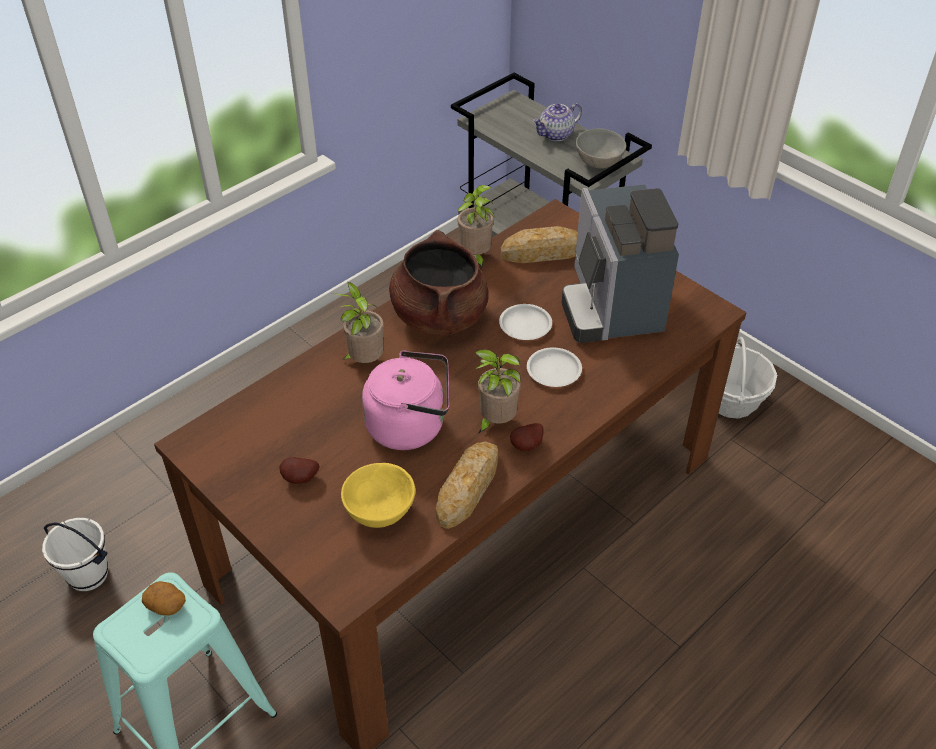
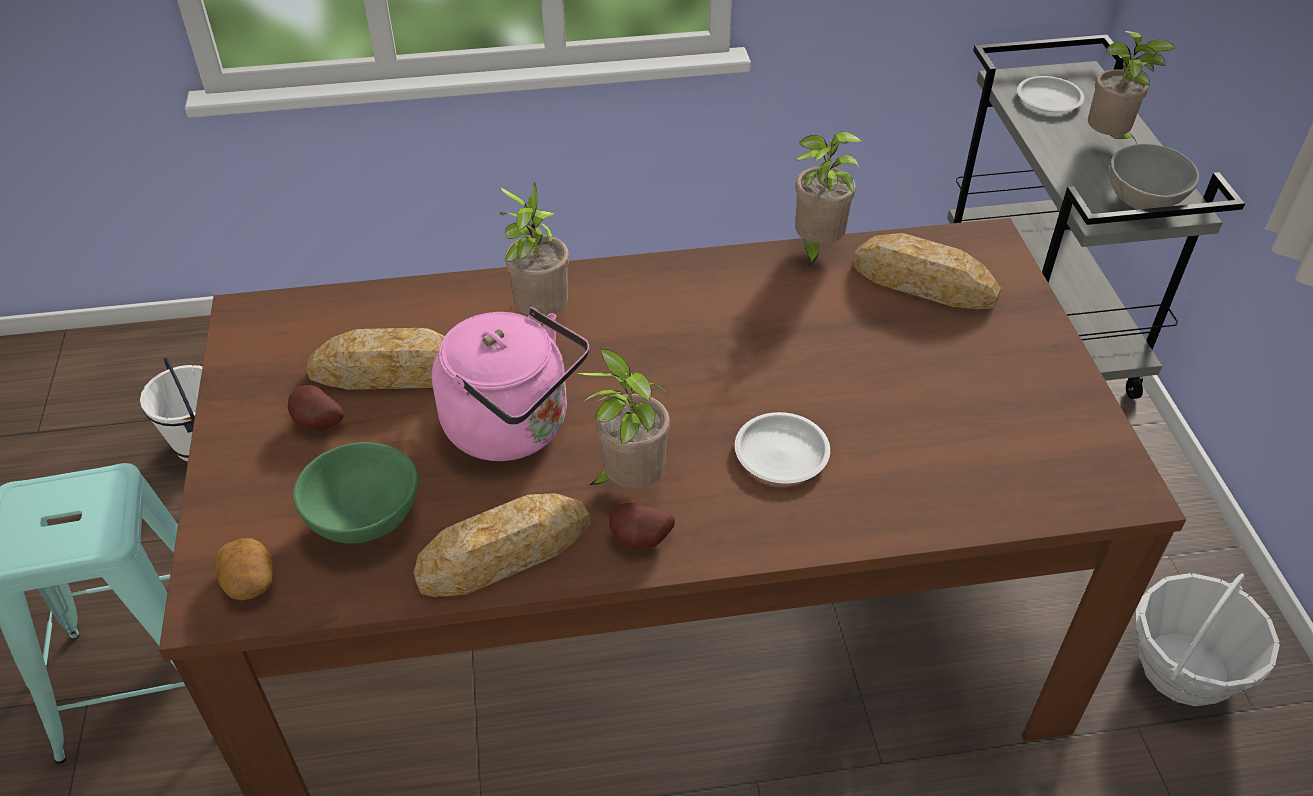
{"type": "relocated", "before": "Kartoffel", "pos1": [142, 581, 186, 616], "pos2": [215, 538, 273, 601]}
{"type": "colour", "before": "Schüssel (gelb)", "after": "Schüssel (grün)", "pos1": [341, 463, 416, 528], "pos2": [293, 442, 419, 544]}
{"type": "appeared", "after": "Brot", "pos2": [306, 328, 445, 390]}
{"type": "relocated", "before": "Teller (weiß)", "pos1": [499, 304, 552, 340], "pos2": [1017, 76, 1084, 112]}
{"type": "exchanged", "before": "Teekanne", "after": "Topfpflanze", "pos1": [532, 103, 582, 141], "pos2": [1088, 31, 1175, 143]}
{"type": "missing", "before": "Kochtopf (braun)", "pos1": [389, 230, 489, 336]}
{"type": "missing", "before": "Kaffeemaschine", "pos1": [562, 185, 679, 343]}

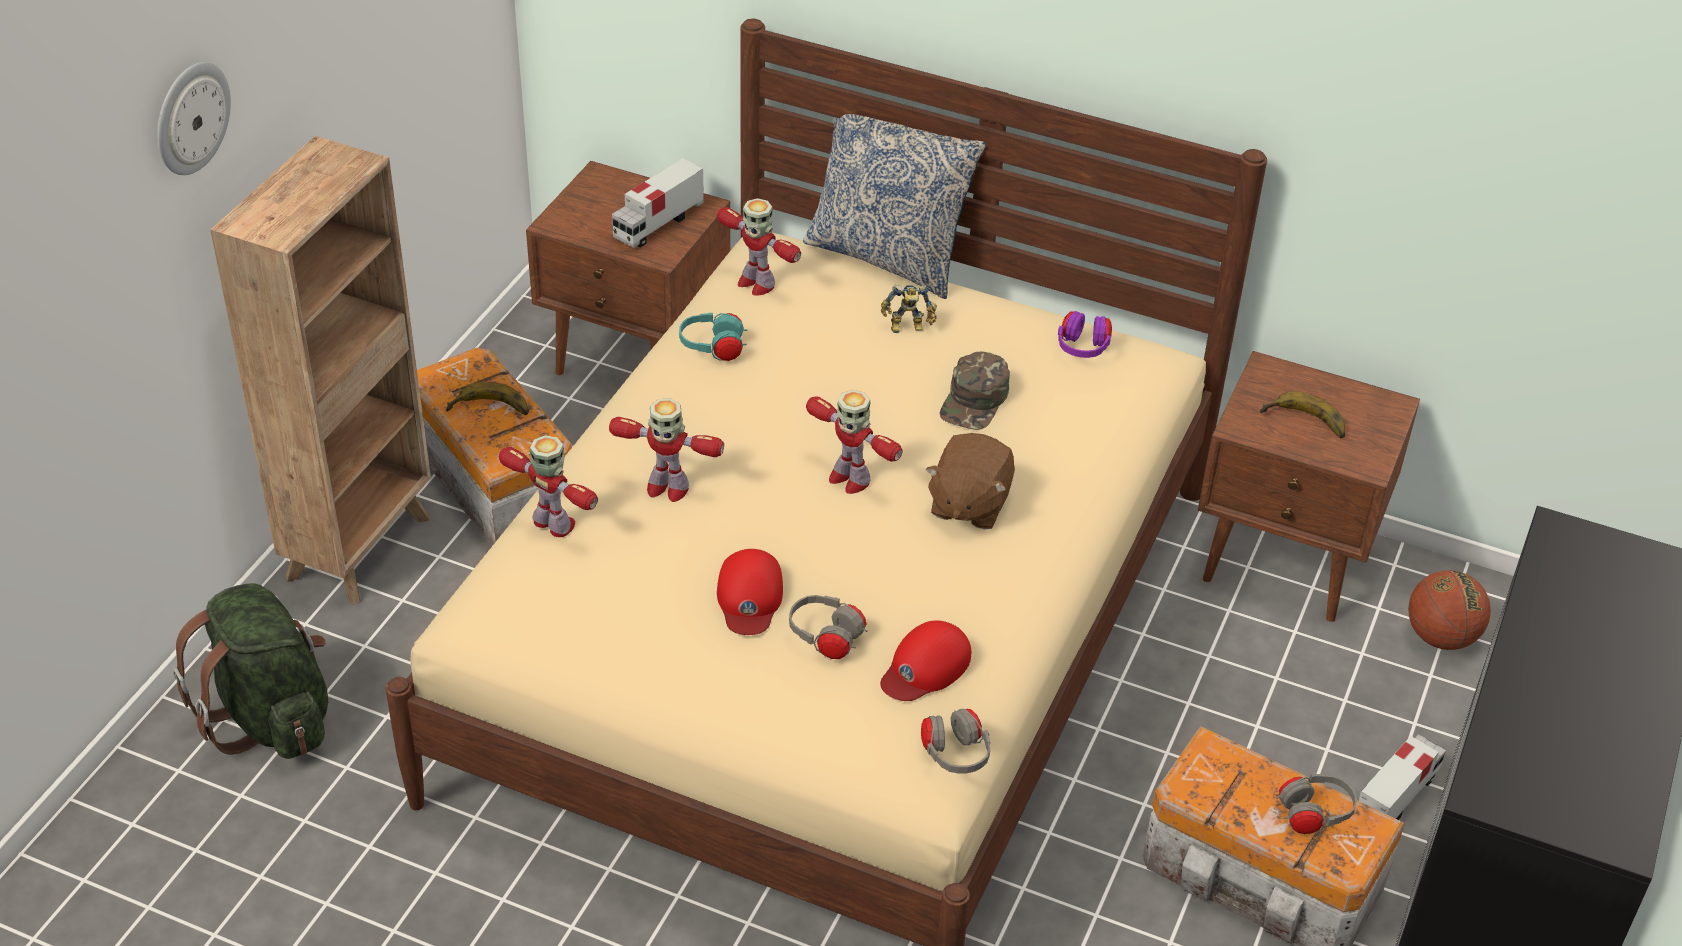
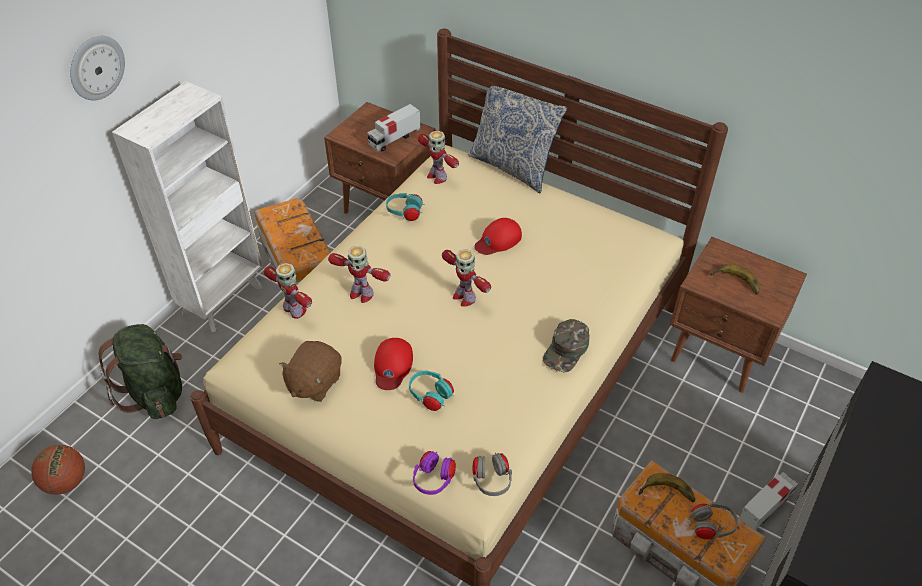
{"type": "relocated", "before": "Basketball", "pos1": [1408, 570, 1491, 650], "pos2": [31, 445, 85, 495]}
{"type": "colour", "before": "Bücherregal (braun)", "after": "Bücherregal (weiß)", "pos1": [210, 136, 431, 605], "pos2": [112, 82, 263, 332]}
{"type": "relocated", "before": "Plüschtier (braun)", "pos1": [925, 433, 1015, 529], "pos2": [279, 341, 342, 402]}
{"type": "colour", "before": "Kopfhörer (grau)", "after": "Kopfhörer (türkis)", "pos1": [789, 595, 868, 659], "pos2": [409, 371, 454, 411]}
{"type": "relocated", "before": "Kopfhörer (lila)", "pos1": [1058, 311, 1112, 358], "pos2": [413, 451, 456, 495]}
{"type": "relocated", "before": "Kappe (rot)", "pos1": [880, 620, 971, 701], "pos2": [474, 218, 522, 255]}
{"type": "relocated", "before": "Kappe (grün)", "pos1": [940, 351, 1010, 430], "pos2": [543, 319, 590, 373]}
{"type": "relocated", "before": "Banane", "pos1": [446, 382, 529, 415], "pos2": [638, 473, 695, 502]}
{"type": "missing", "before": "Spielzeugroboter", "pos1": [881, 285, 937, 333]}

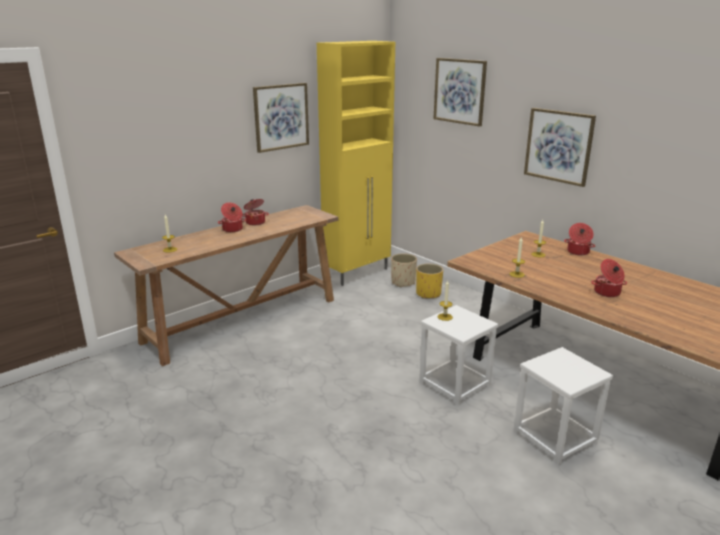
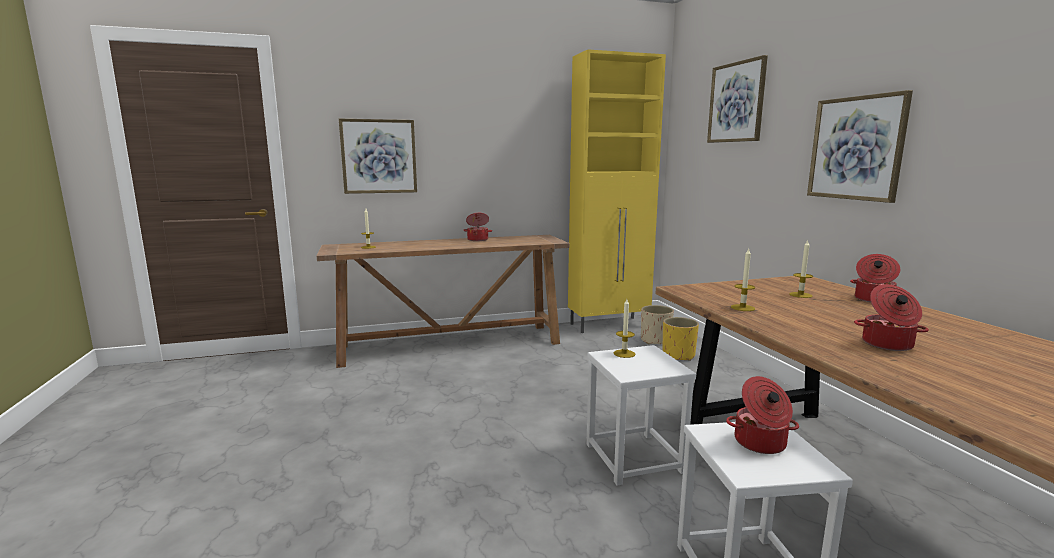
{"type": "relocated", "before": "Bild", "pos1": [253, 83, 309, 153], "pos2": [339, 119, 417, 194]}
{"type": "relocated", "before": "Kochtopf", "pos1": [218, 202, 246, 232], "pos2": [726, 376, 799, 454]}

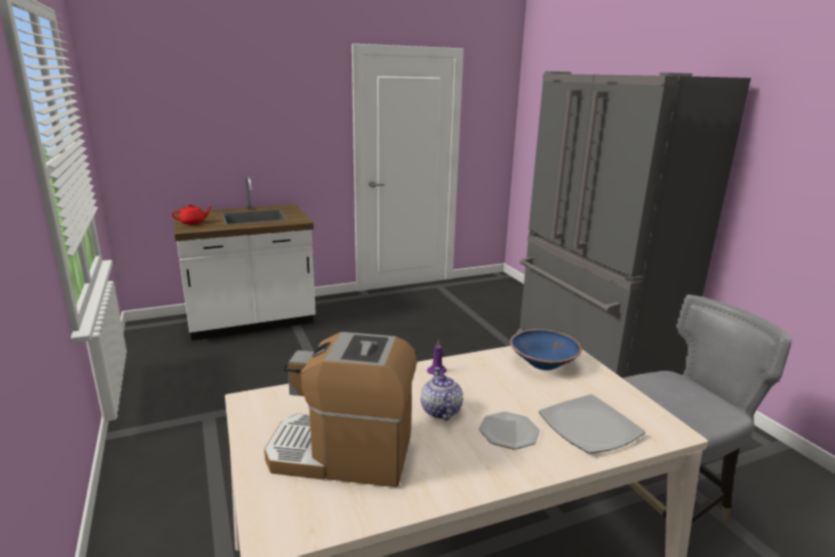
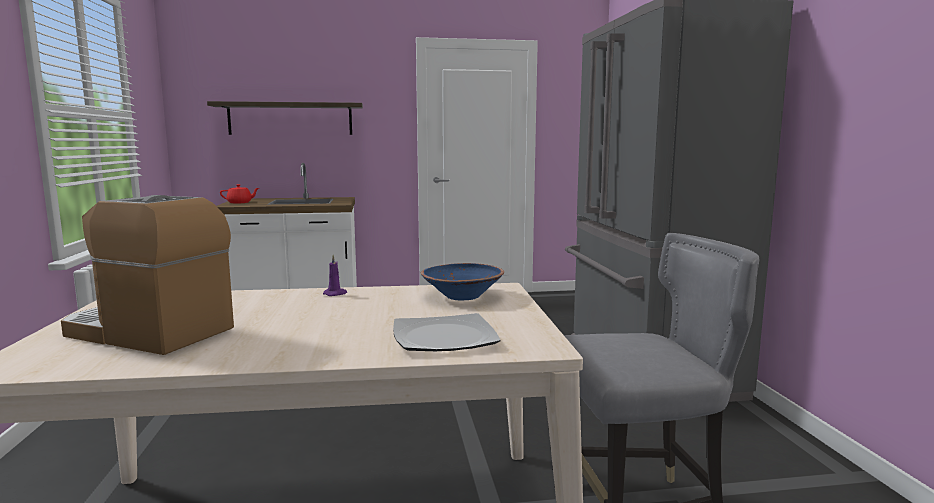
{"type": "appeared", "after": "Wandregal", "pos2": [207, 101, 363, 135]}
{"type": "missing", "before": "Teekanne", "pos1": [421, 367, 463, 421]}
{"type": "missing", "before": "Teller", "pos1": [479, 412, 540, 450]}

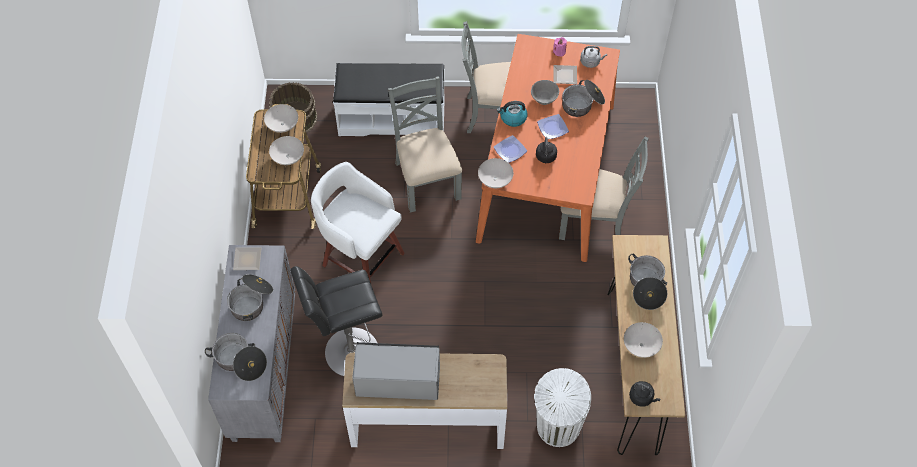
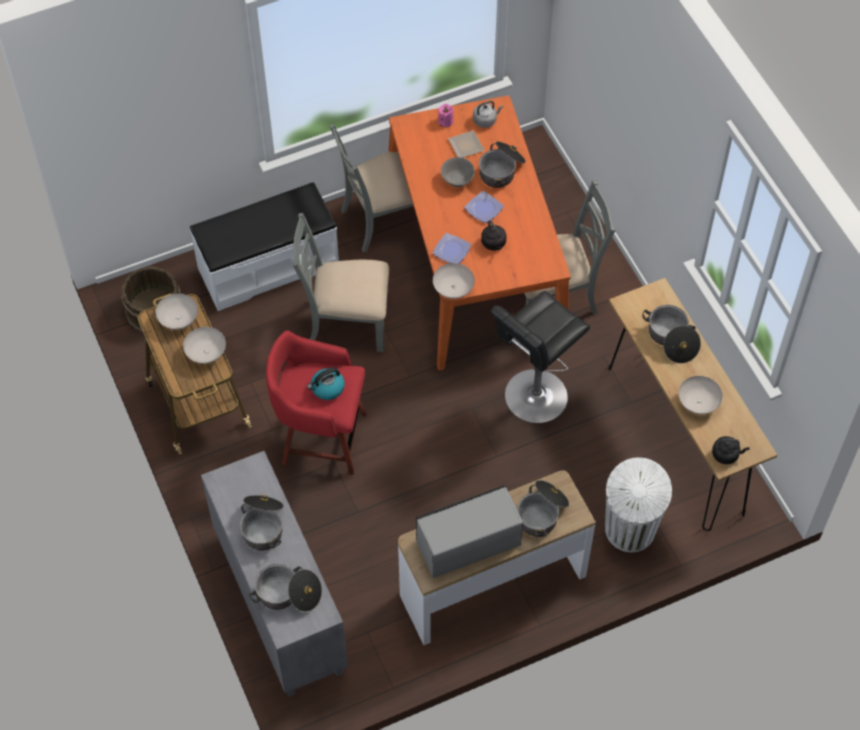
{"type": "colour", "before": "Hocker (weiß)", "after": "Hocker (rot)", "pos1": [311, 162, 405, 283], "pos2": [266, 330, 367, 475]}
{"type": "spun", "before": "Stuhl (grau)", "pos1": [388, 76, 462, 213], "pos2": [293, 213, 389, 352], "turn": -45}
{"type": "relocated", "before": "Wasserkessel", "pos1": [497, 101, 528, 127], "pos2": [307, 367, 345, 400]}
{"type": "relocated", "before": "Hocker (schwarz)", "pos1": [290, 266, 382, 376], "pos2": [490, 291, 590, 423]}
{"type": "appeared", "after": "Kochtopf", "pos2": [517, 480, 569, 537]}
{"type": "missing", "before": "Teller", "pos1": [233, 247, 261, 270]}

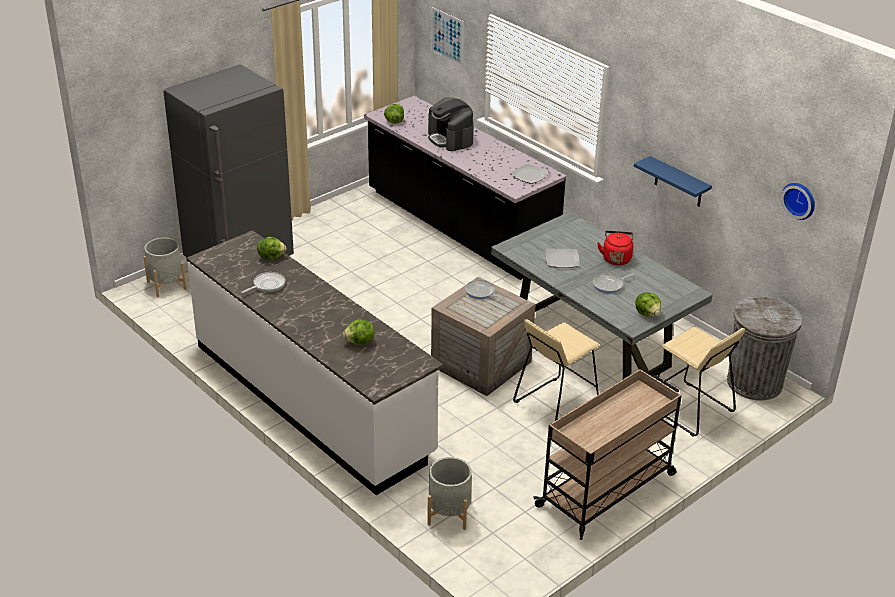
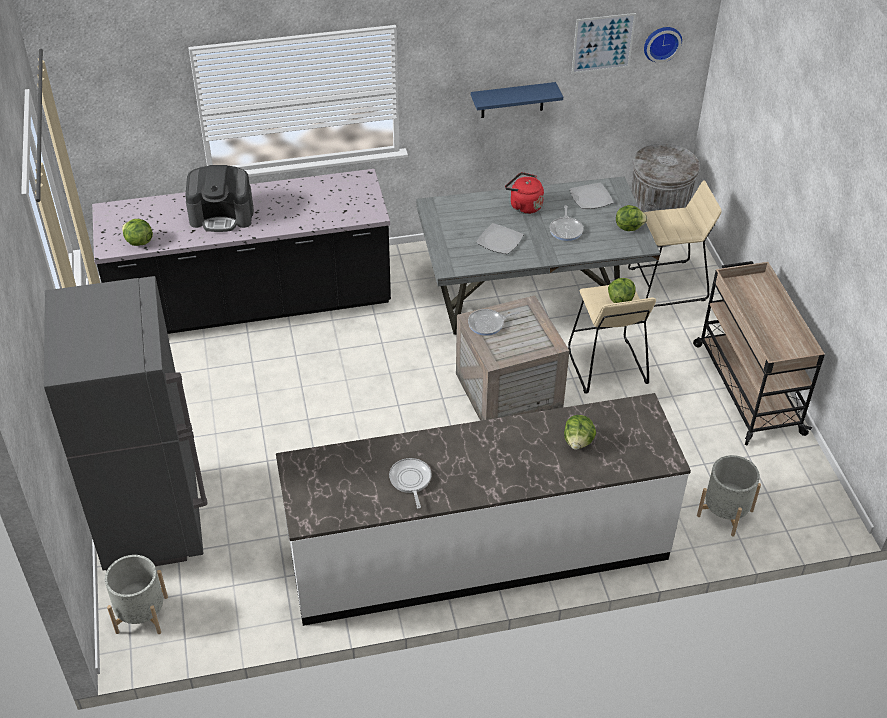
{"type": "relocated", "before": "Teller", "pos1": [510, 163, 550, 184], "pos2": [570, 183, 614, 209]}
{"type": "relocated", "before": "Bild", "pos1": [431, 7, 464, 66], "pos2": [572, 13, 636, 74]}
{"type": "relocated", "before": "Salatkopf", "pos1": [257, 237, 287, 260], "pos2": [608, 278, 635, 303]}

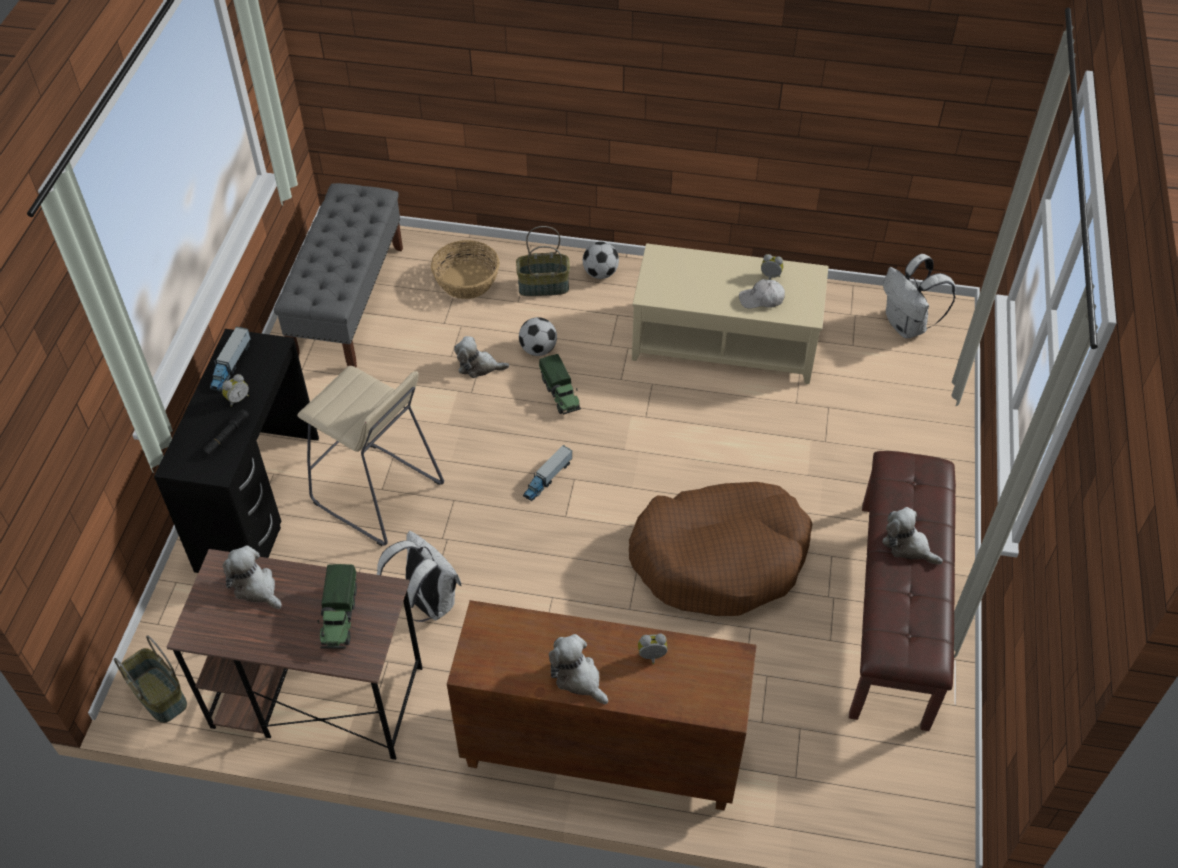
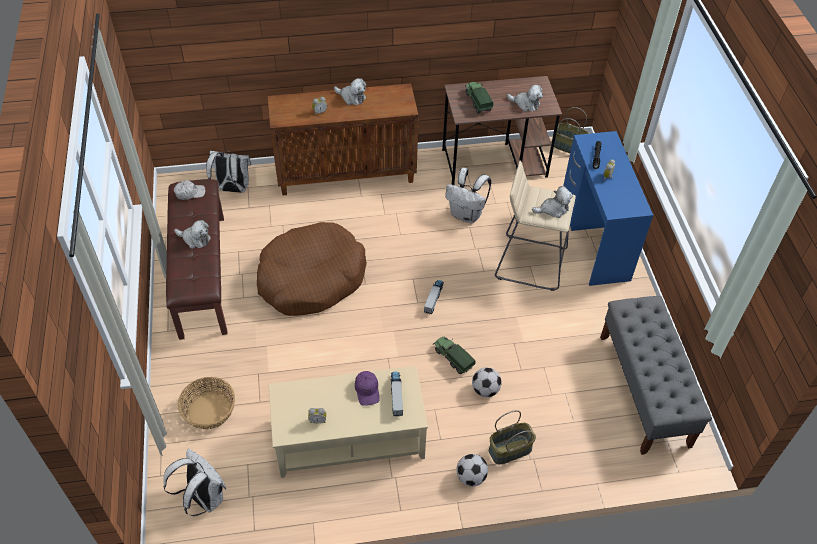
{"type": "relocated", "before": "Kappe (weiß)", "pos1": [739, 279, 785, 308], "pos2": [174, 180, 205, 200]}
{"type": "relocated", "before": "Korb", "pos1": [431, 240, 500, 299], "pos2": [178, 377, 235, 429]}
{"type": "appeared", "after": "Rucksack (weiß)", "pos2": [206, 150, 251, 193]}
{"type": "appeared", "after": "Kappe (lila)", "pos2": [355, 371, 380, 406]}
{"type": "relocated", "before": "Spielzeuglaster", "pos1": [210, 327, 251, 392], "pos2": [391, 372, 403, 417]}
{"type": "relocated", "before": "Plüschtier", "pos1": [454, 336, 509, 378], "pos2": [532, 186, 573, 218]}
{"type": "colour", "before": "Schreibtisch (schwarz)", "after": "Schreibtisch (blau)", "pos1": [154, 329, 319, 573], "pos2": [563, 131, 653, 286]}

